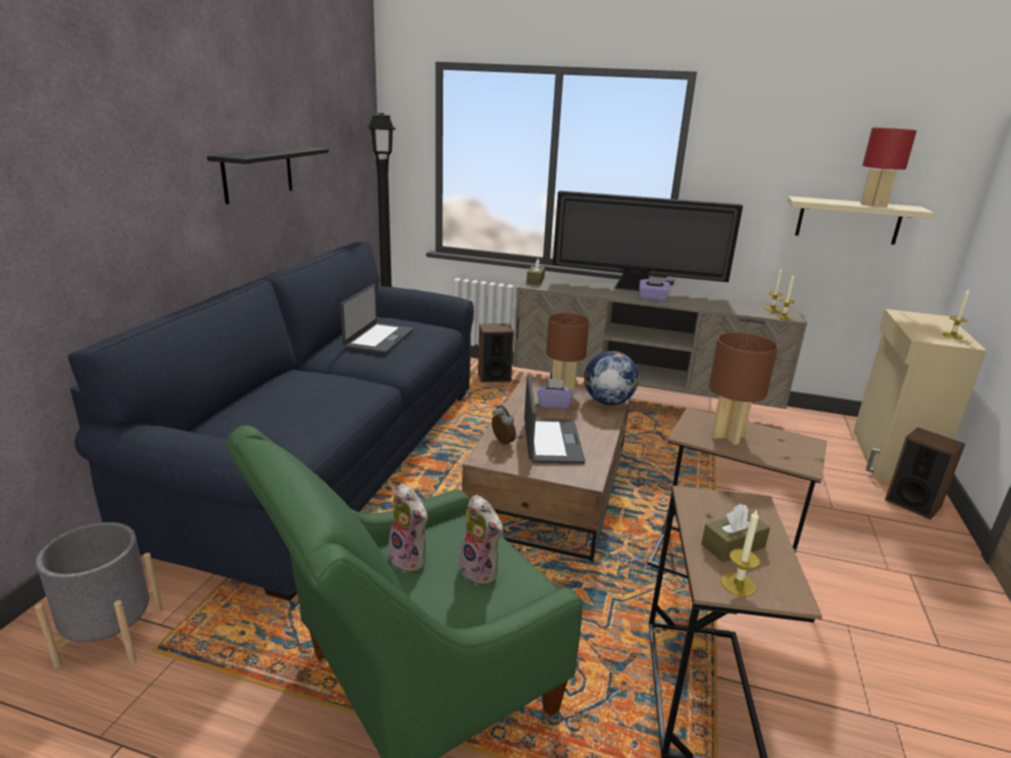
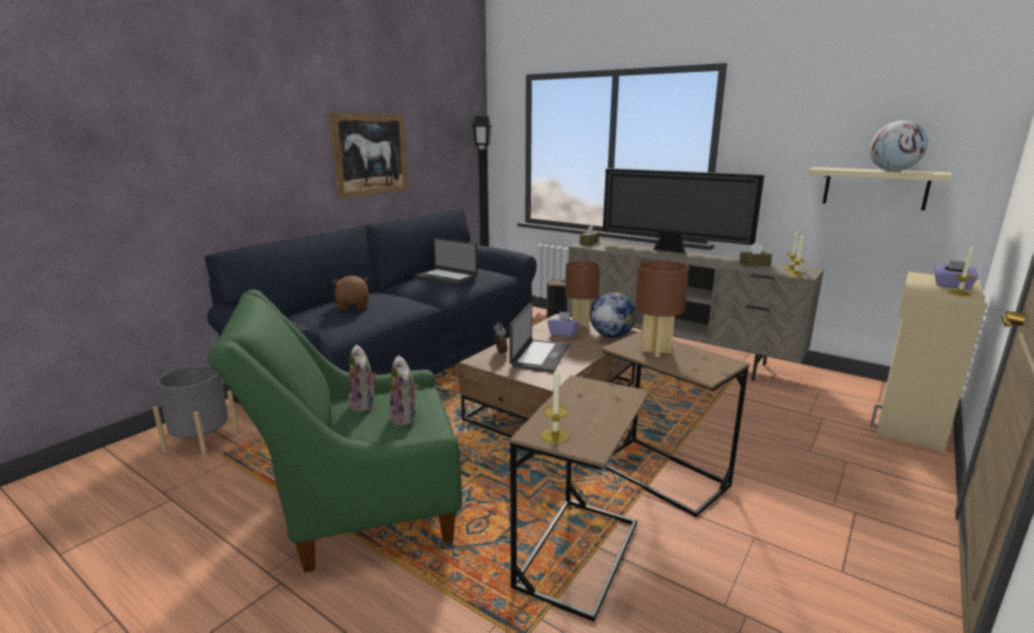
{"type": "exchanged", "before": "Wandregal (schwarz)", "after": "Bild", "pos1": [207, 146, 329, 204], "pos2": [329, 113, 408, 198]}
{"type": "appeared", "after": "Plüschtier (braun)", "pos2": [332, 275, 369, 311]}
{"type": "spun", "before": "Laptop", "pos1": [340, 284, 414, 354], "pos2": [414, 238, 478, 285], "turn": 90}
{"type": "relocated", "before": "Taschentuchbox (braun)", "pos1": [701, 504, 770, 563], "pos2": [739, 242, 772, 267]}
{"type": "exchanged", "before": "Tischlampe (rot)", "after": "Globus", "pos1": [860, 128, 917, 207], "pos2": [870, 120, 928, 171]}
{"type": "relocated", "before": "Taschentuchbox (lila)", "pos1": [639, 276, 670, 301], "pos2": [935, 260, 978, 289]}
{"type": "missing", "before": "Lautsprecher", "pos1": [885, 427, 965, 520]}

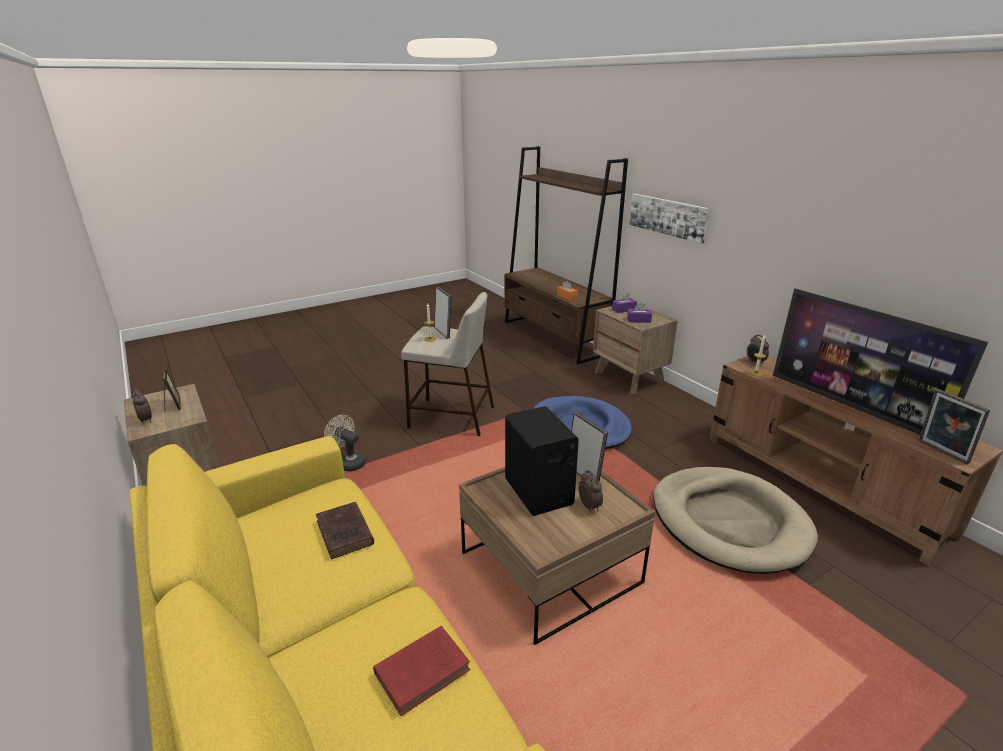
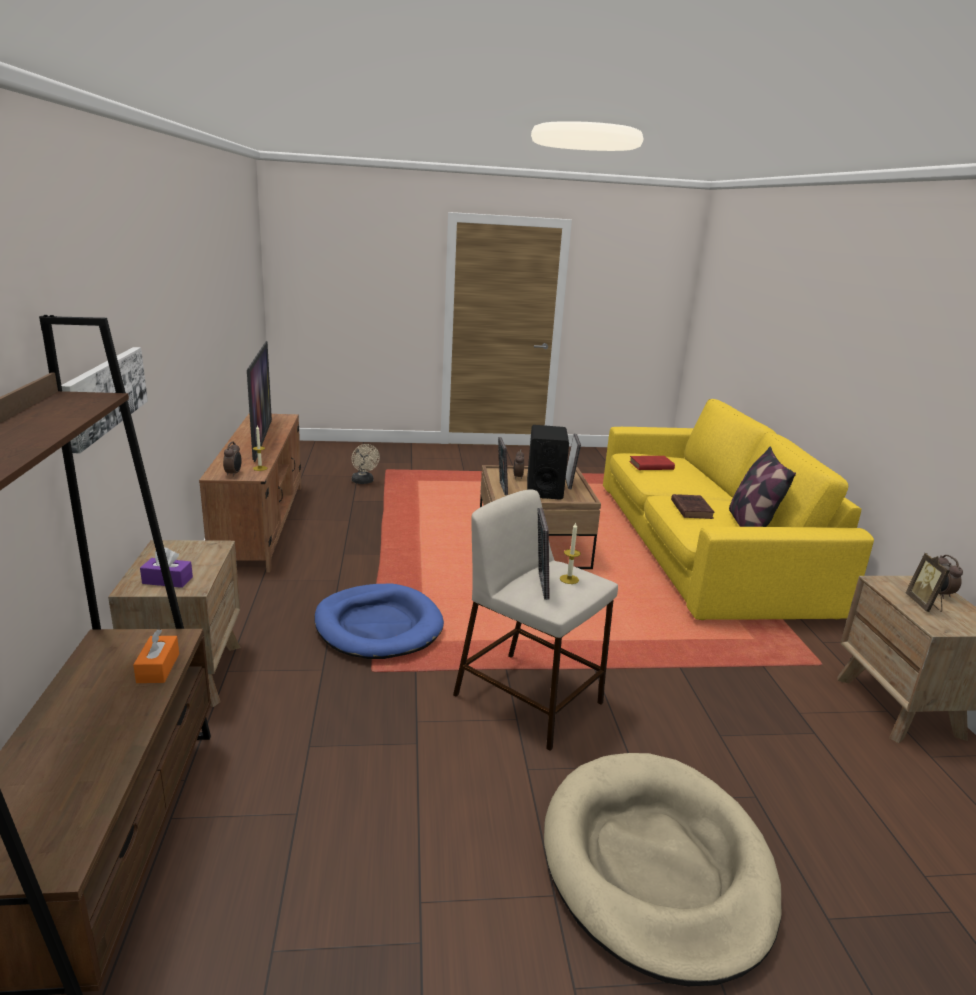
{"type": "relocated", "before": "Ventilator (beige)", "pos1": [324, 415, 366, 472], "pos2": [352, 444, 380, 484]}
{"type": "relocated", "before": "Hundebett (beige)", "pos1": [653, 467, 818, 574], "pos2": [544, 753, 781, 986]}
{"type": "relocated", "before": "Bilderrahmen", "pos1": [919, 389, 990, 464], "pos2": [566, 434, 581, 489]}
{"type": "appeared", "after": "Kissen", "pos2": [729, 446, 796, 527]}
{"type": "missing", "before": "Taschentuchbox (lila)", "pos1": [627, 302, 652, 323]}

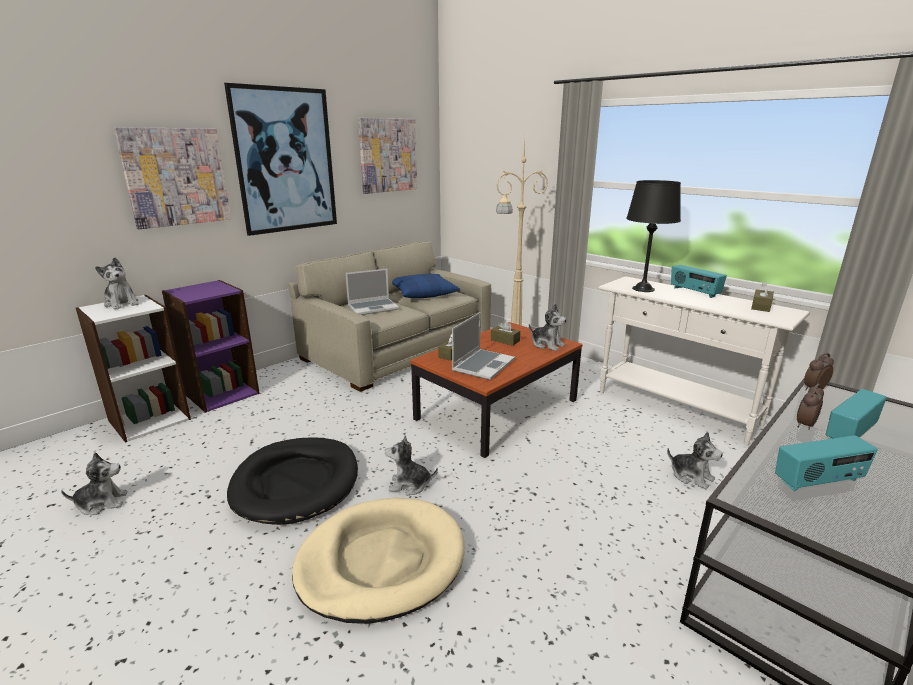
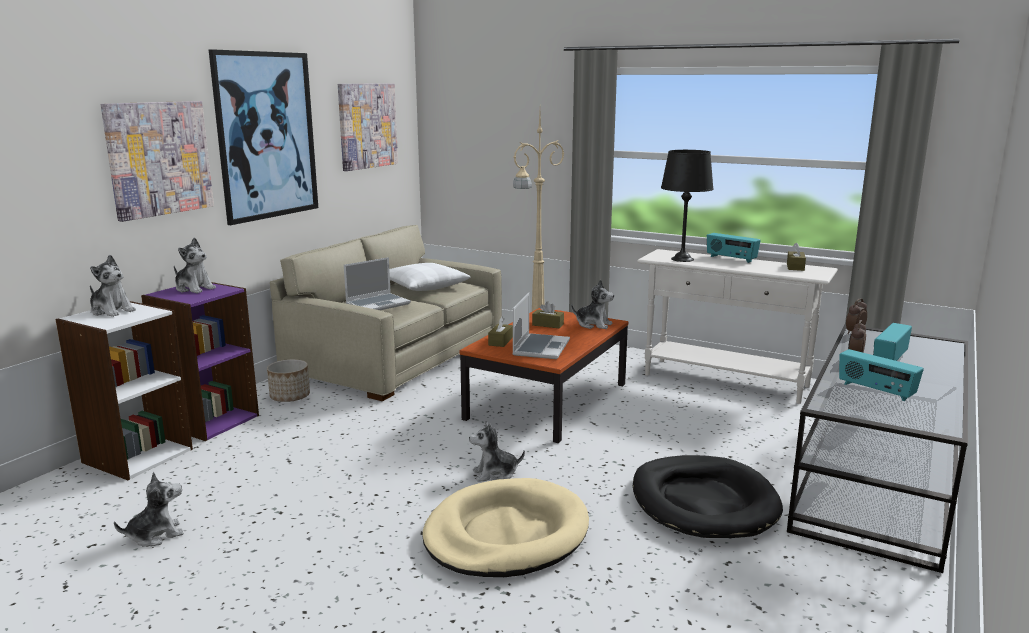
{"type": "relocated", "before": "Plüschtier", "pos1": [667, 432, 723, 489], "pos2": [174, 237, 216, 293]}
{"type": "appeared", "after": "Pflanzkübel", "pos2": [267, 359, 310, 402]}
{"type": "colour", "before": "Kissen (blau)", "after": "Kissen (weiß)", "pos1": [392, 274, 460, 298], "pos2": [389, 263, 470, 291]}
{"type": "relocated", "before": "Hundebett (schwarz)", "pos1": [227, 437, 358, 525], "pos2": [633, 455, 783, 538]}
{"type": "spun", "before": "Radio", "pos1": [775, 435, 878, 491], "pos2": [839, 349, 924, 401], "turn": 75}

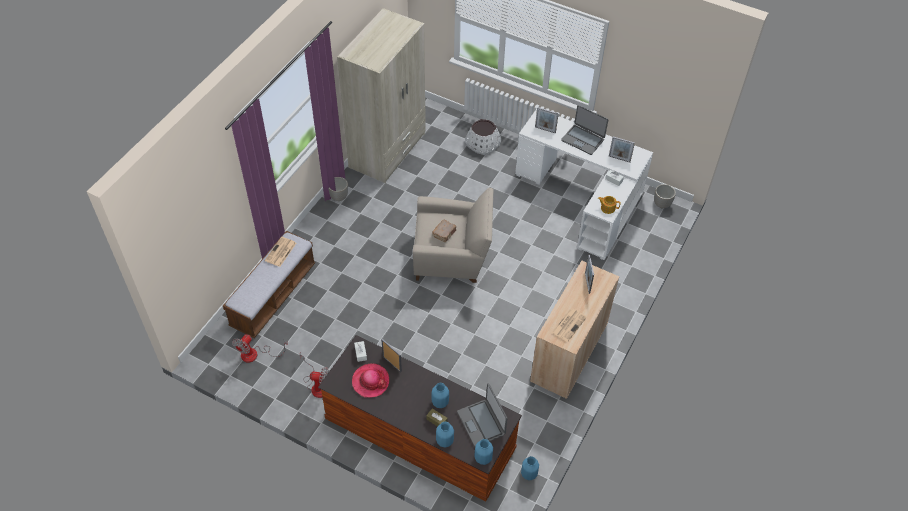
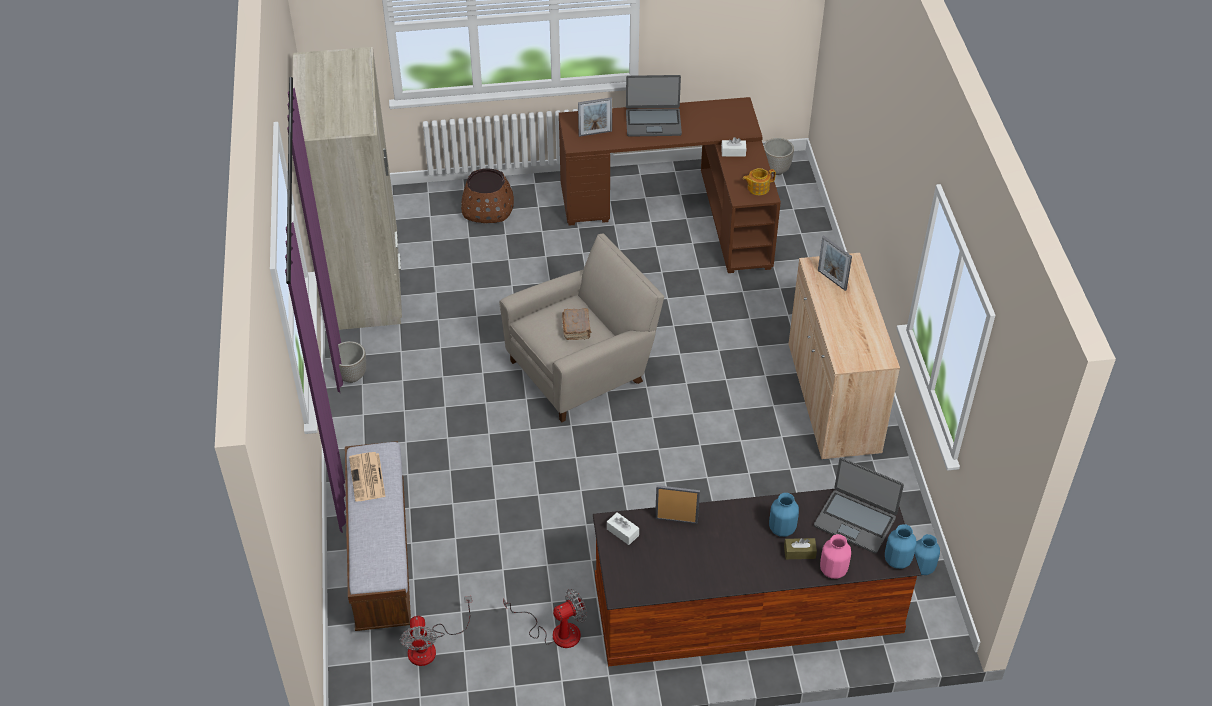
{"type": "colour", "before": "Pflanzkübel (weiß)", "after": "Pflanzkübel (braun)", "pos1": [465, 119, 501, 155], "pos2": [461, 169, 514, 223]}
{"type": "colour", "before": "Schreibtisch (weiß)", "after": "Schreibtisch (braun)", "pos1": [515, 109, 653, 260], "pos2": [559, 97, 781, 273]}
{"type": "colour", "before": "Vase (blau)", "after": "Vase (rosa)", "pos1": [436, 422, 454, 447], "pos2": [820, 534, 851, 579]}
{"type": "missing", "before": "Hut", "pos1": [352, 363, 389, 397]}
{"type": "missing", "before": "Zeitung", "pos1": [552, 308, 587, 342]}
{"type": "missing", "before": "Bilderrahmen", "pos1": [609, 137, 635, 162]}

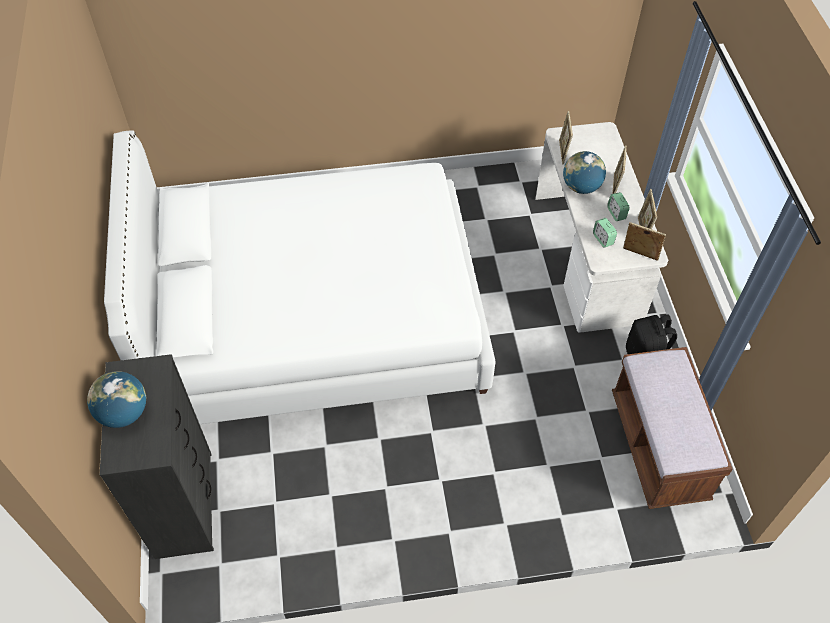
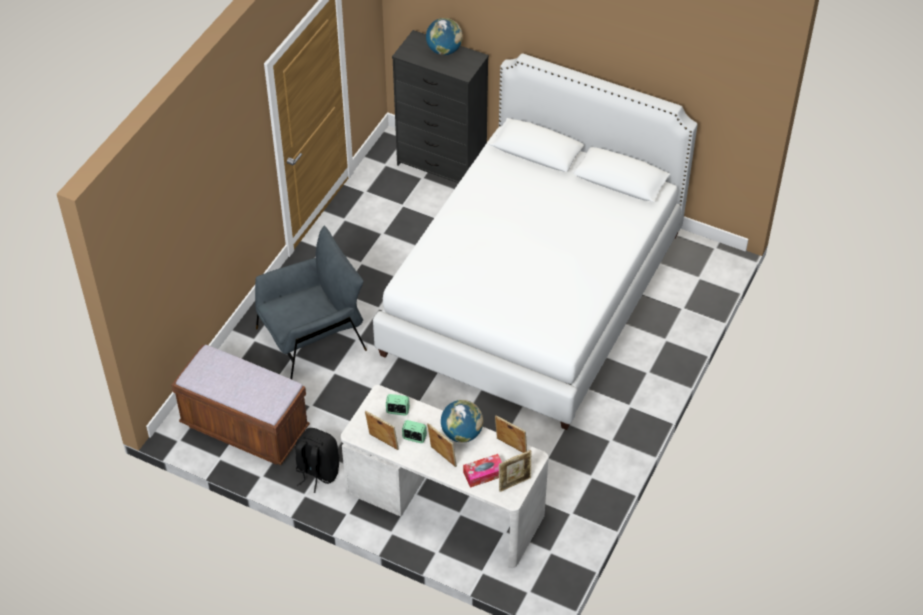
{"type": "appeared", "after": "Sessel (grau)", "pos2": [255, 226, 367, 379]}
{"type": "appeared", "after": "Taschentuchbox", "pos2": [463, 454, 502, 488]}
{"type": "relocated", "before": "Bilderrahmen", "pos1": [623, 222, 666, 261], "pos2": [499, 450, 532, 492]}

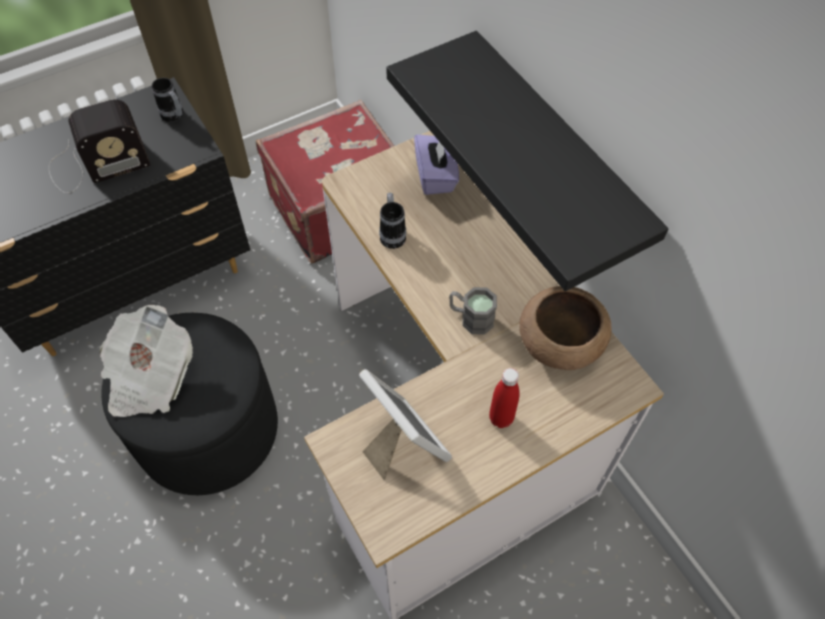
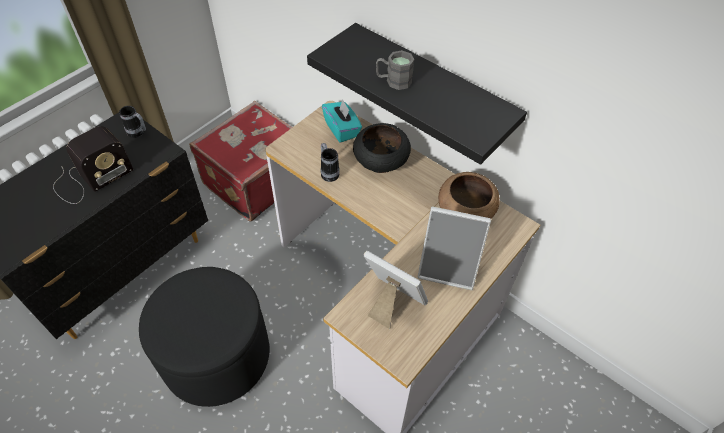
{"type": "colour", "before": "Taschentuchbox (lila)", "after": "Taschentuchbox (türkis)", "pos1": [414, 134, 459, 195], "pos2": [322, 99, 362, 143]}
{"type": "appeared", "after": "Schüssel (schwarz)", "pos2": [353, 123, 411, 173]}
{"type": "relocated", "before": "Henkelbecher (grau)", "pos1": [449, 287, 497, 335], "pos2": [376, 50, 414, 90]}
{"type": "exchanged", "before": "Flasche (rot)", "after": "Bilderrahmen", "pos1": [489, 368, 520, 428], "pos2": [418, 206, 491, 290]}
{"type": "missing", "before": "Zeitung", "pos1": [99, 305, 193, 417]}

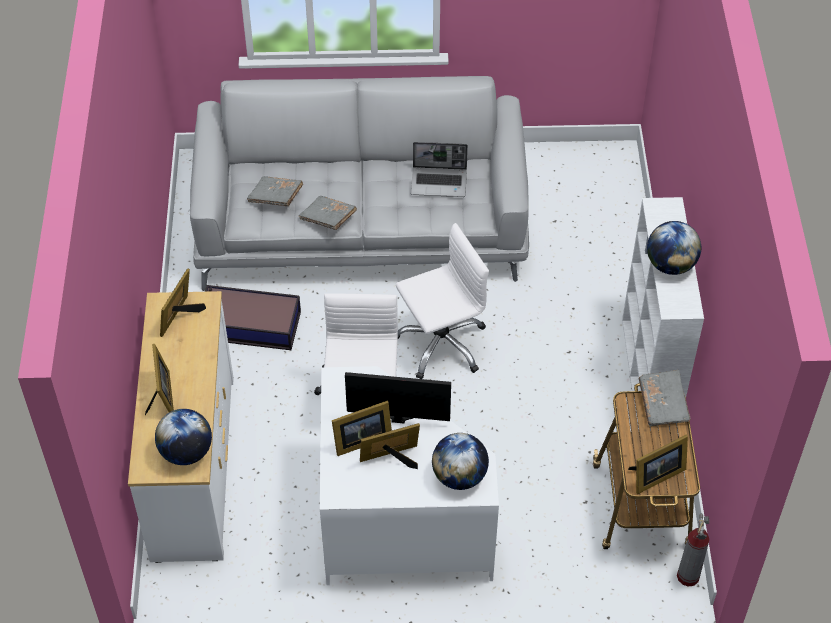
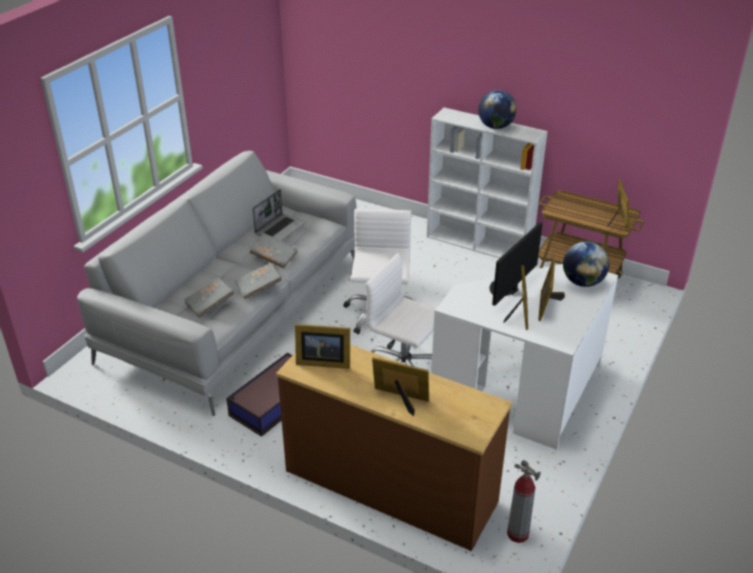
{"type": "relocated", "before": "Buch (grau)", "pos1": [638, 370, 691, 426], "pos2": [250, 233, 298, 268]}
{"type": "colour", "before": "Kommode (weiß)", "after": "Kommode (braun)", "pos1": [128, 291, 234, 563], "pos2": [276, 345, 512, 551]}
{"type": "spun", "before": "Bilderrahmen", "pos1": [160, 269, 206, 337], "pos2": [295, 324, 350, 369], "turn": -45}
{"type": "relocated", "before": "Feuerlöscher", "pos1": [677, 513, 710, 587], "pos2": [507, 460, 541, 543]}
{"type": "missing", "before": "Globus", "pos1": [155, 409, 212, 465]}

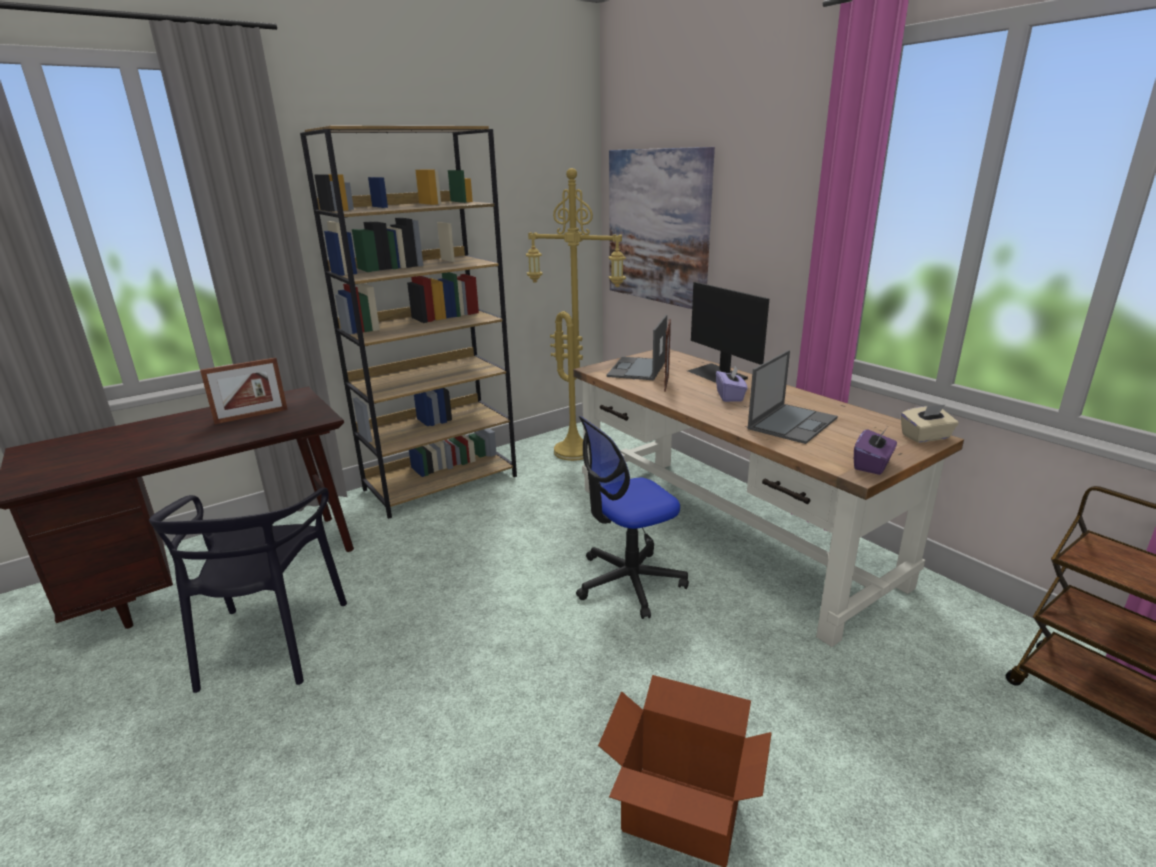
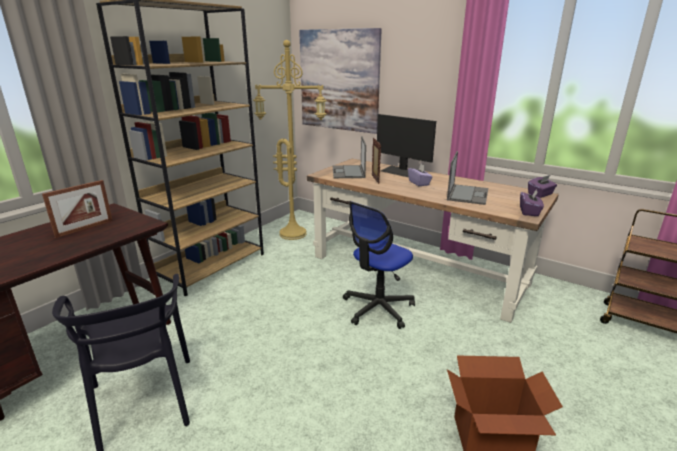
{"type": "colour", "before": "Taschentuchbox (beige)", "after": "Taschentuchbox (lila)", "pos1": [901, 404, 959, 443], "pos2": [528, 175, 557, 198]}

